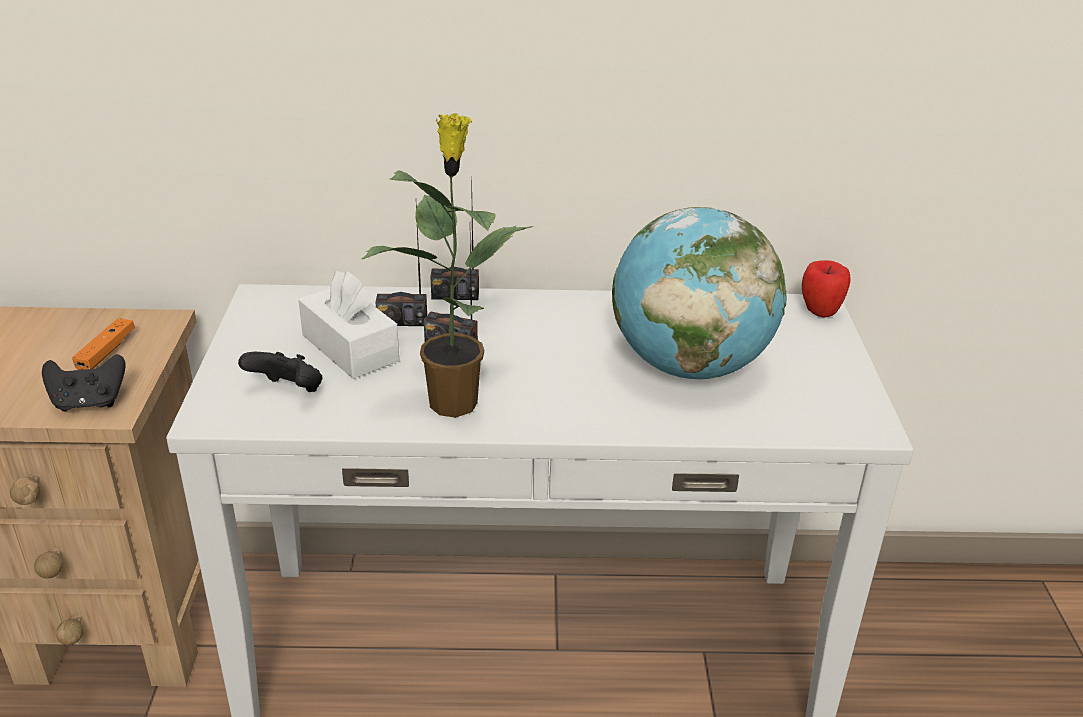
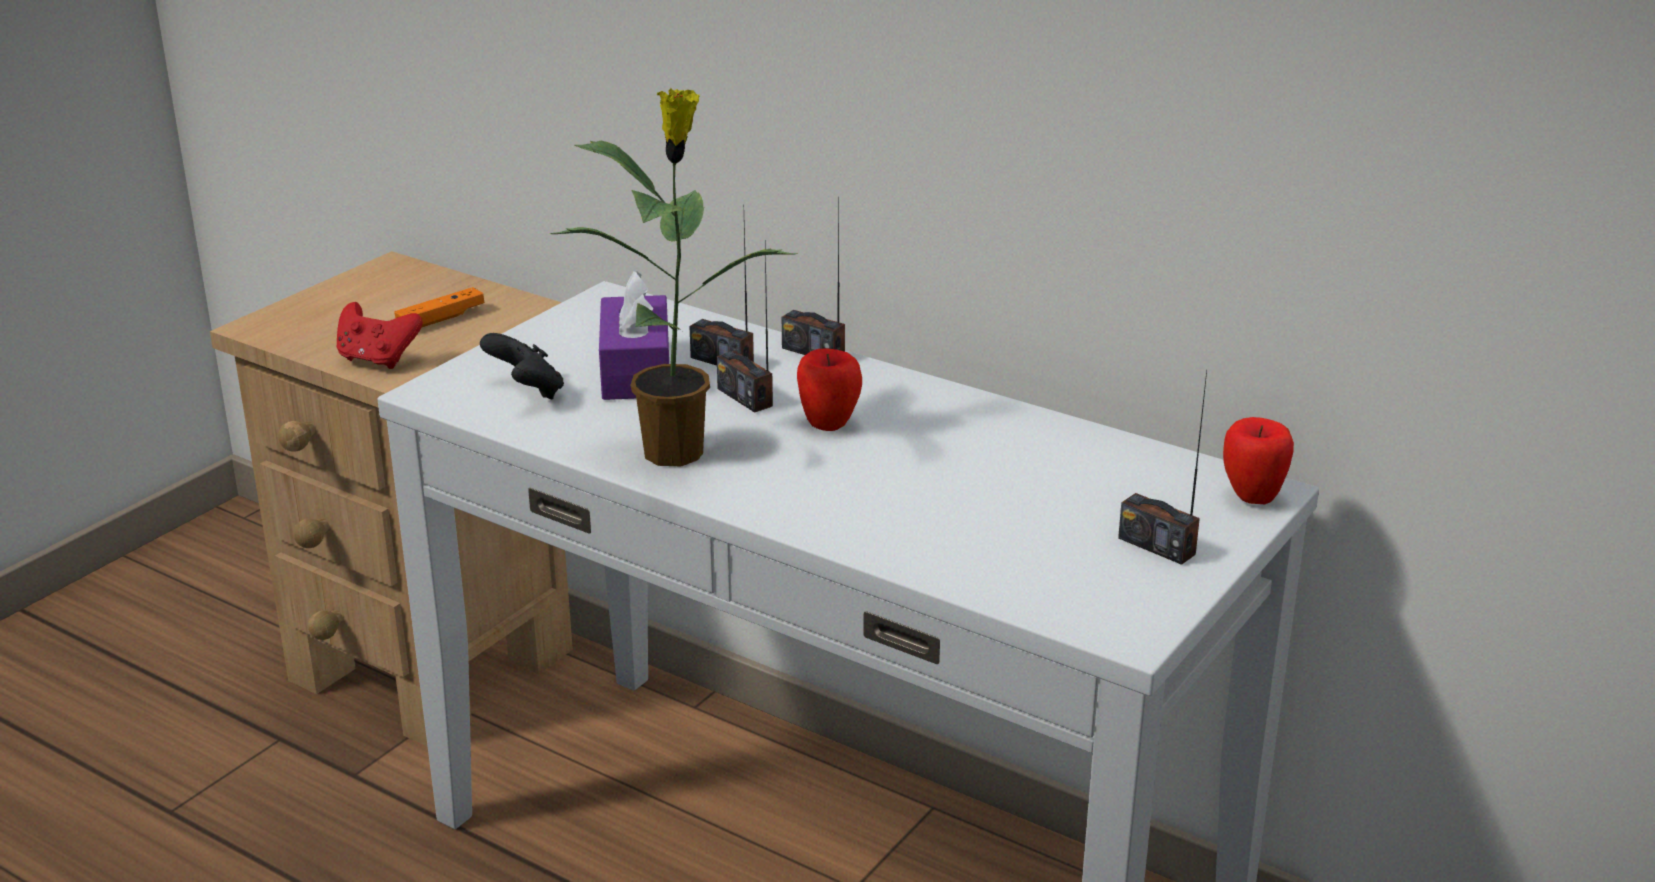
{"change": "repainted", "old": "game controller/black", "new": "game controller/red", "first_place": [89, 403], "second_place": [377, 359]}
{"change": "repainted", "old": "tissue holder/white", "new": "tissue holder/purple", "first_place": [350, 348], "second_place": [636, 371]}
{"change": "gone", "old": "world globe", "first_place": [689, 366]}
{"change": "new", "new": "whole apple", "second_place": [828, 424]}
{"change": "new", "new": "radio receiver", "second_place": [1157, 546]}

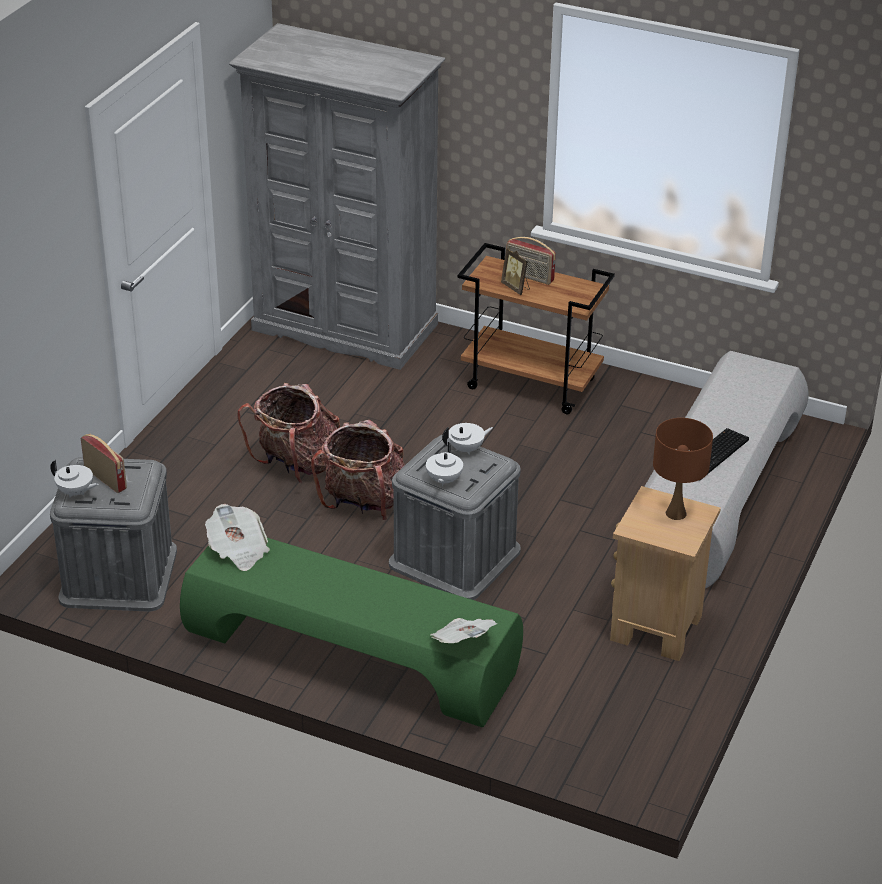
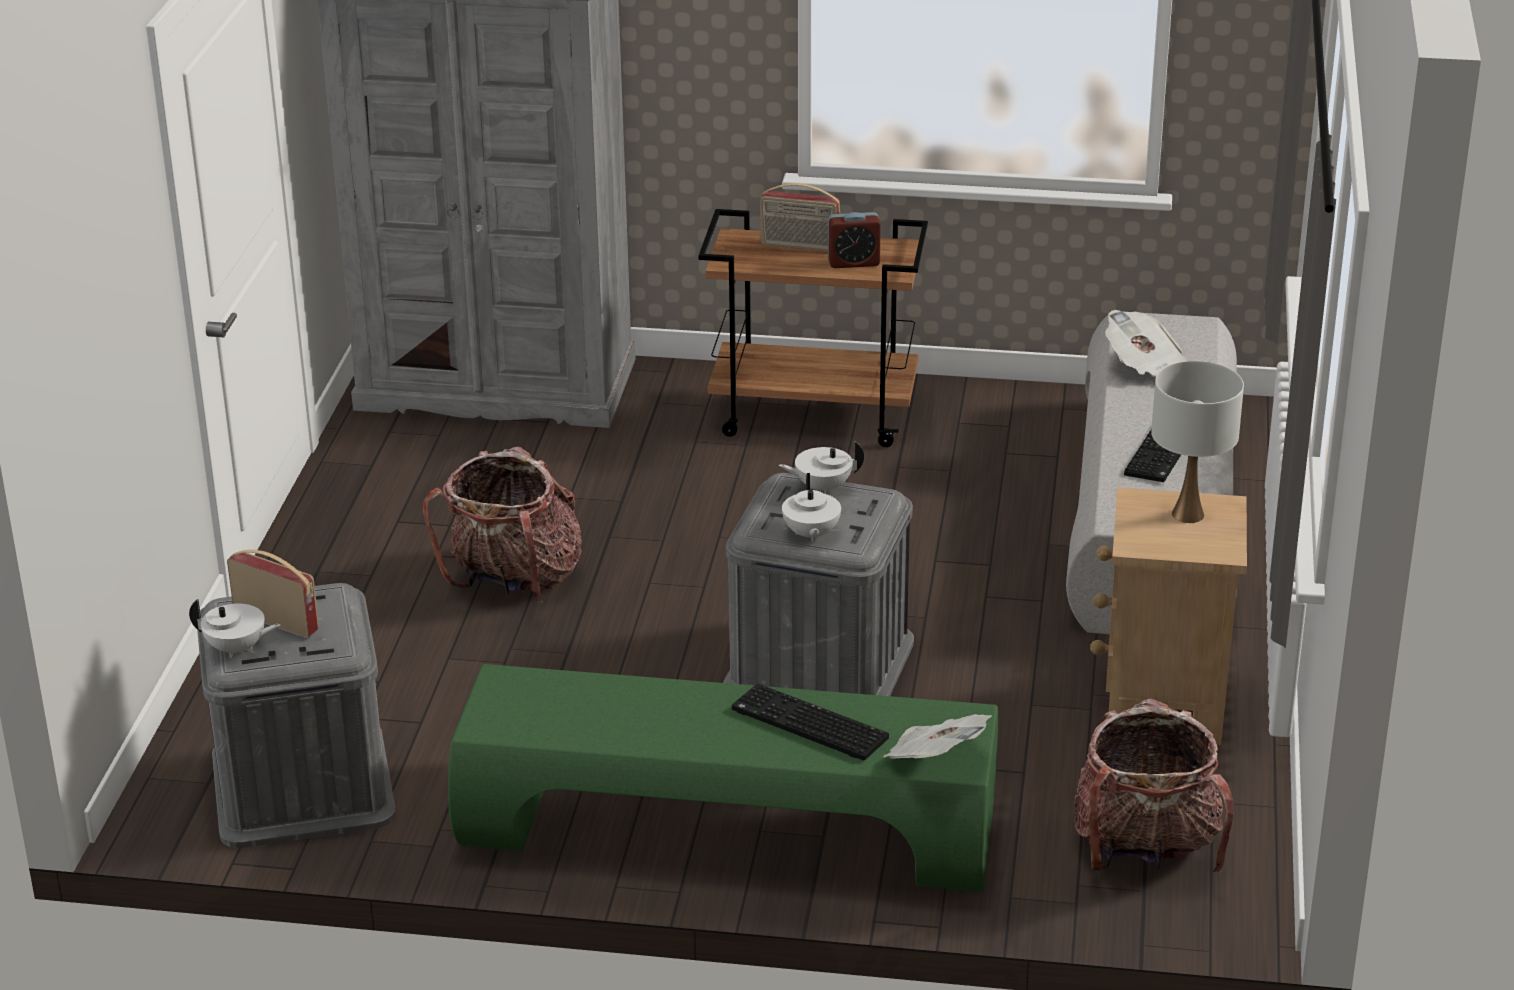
{"change": "shifted", "old": "daily paper", "first_place": [238, 550], "second_place": [1145, 368]}
{"change": "shifted", "old": "knapsack", "first_place": [364, 503], "second_place": [1145, 850]}
{"change": "rotated", "old": "pot for tea/white", "first_place": [466, 449], "second_place": [822, 487], "degrees": -150}
{"change": "gone", "old": "standing frame", "first_place": [516, 288]}
{"change": "repainted", "old": "table lamp/brown", "new": "table lamp/white", "first_place": [675, 513], "second_place": [1187, 514]}
{"change": "new", "new": "PC keyboard", "second_place": [806, 725]}
{"change": "new", "new": "bedside clock", "second_place": [853, 262]}

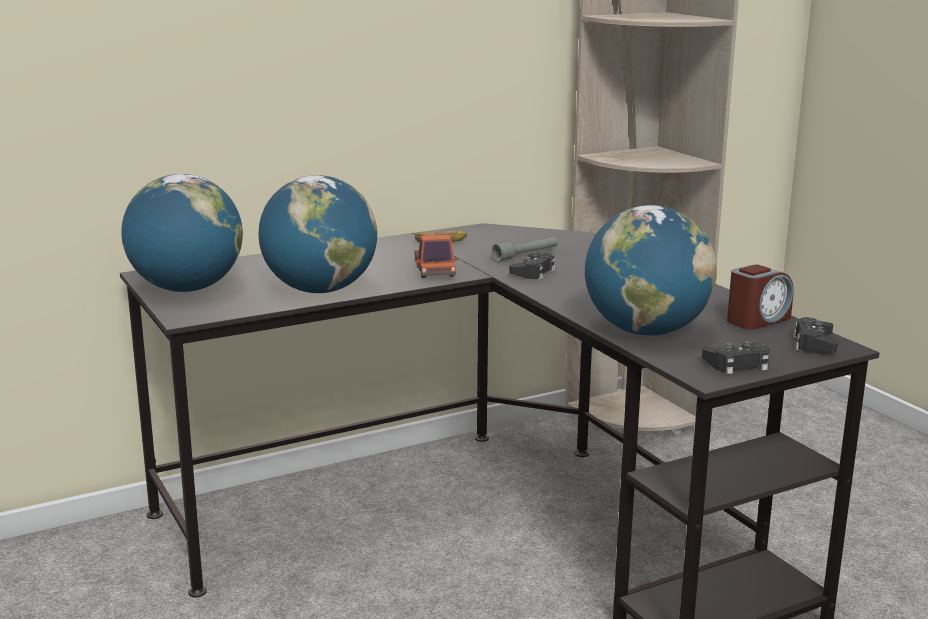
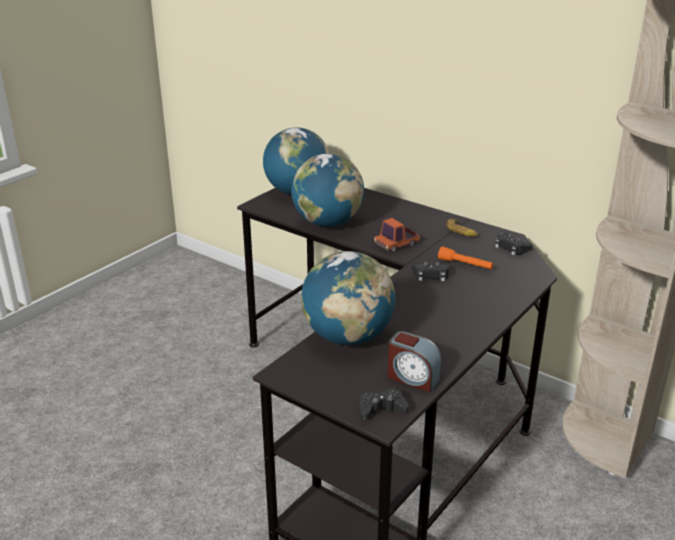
{"change": "repainted", "old": "hand torch/greyish", "new": "hand torch/orangey", "first_place": [526, 255], "second_place": [465, 265]}
{"change": "shifted", "old": "game controller/black", "first_place": [738, 364], "second_place": [511, 248]}

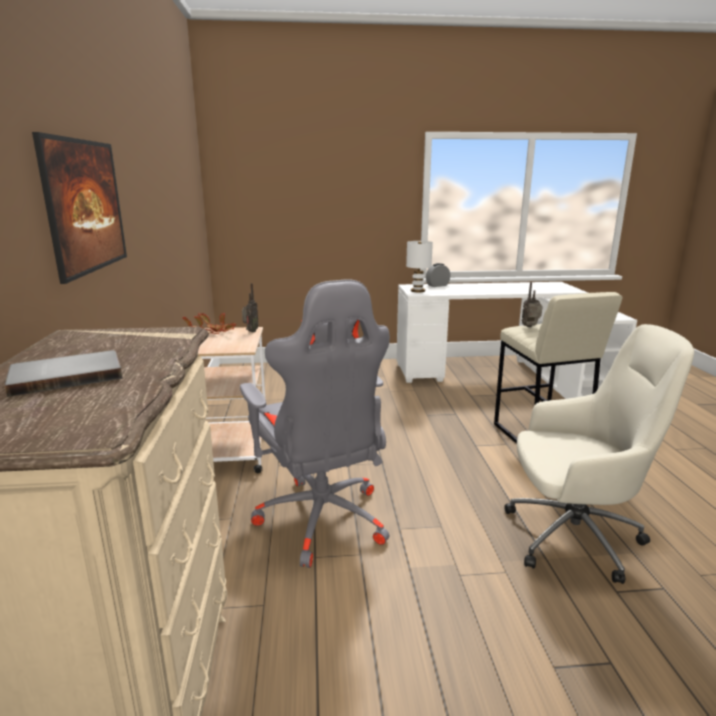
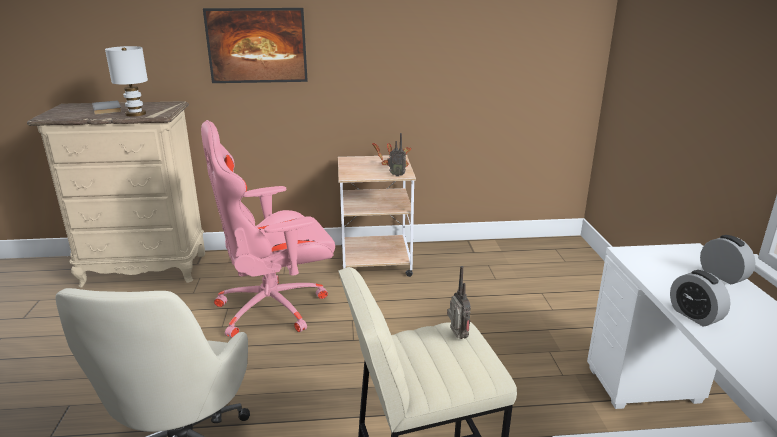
{"change": "repainted", "old": "office chair/greyish", "new": "office chair/pinkish", "first_place": [318, 512], "second_place": [279, 307]}
{"change": "shifted", "old": "table lamp/white", "first_place": [418, 290], "second_place": [136, 114]}
{"change": "new", "new": "bedside clock", "second_place": [694, 315]}

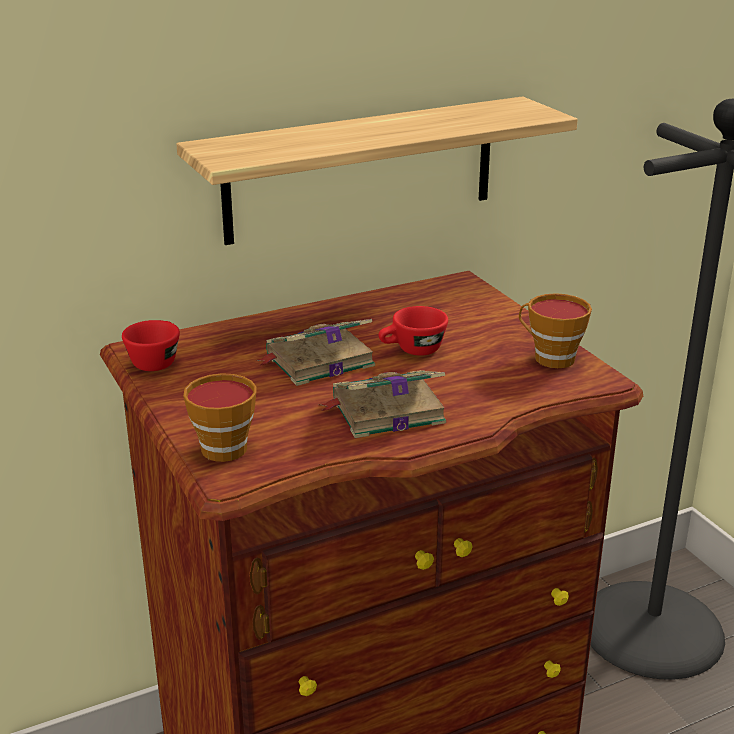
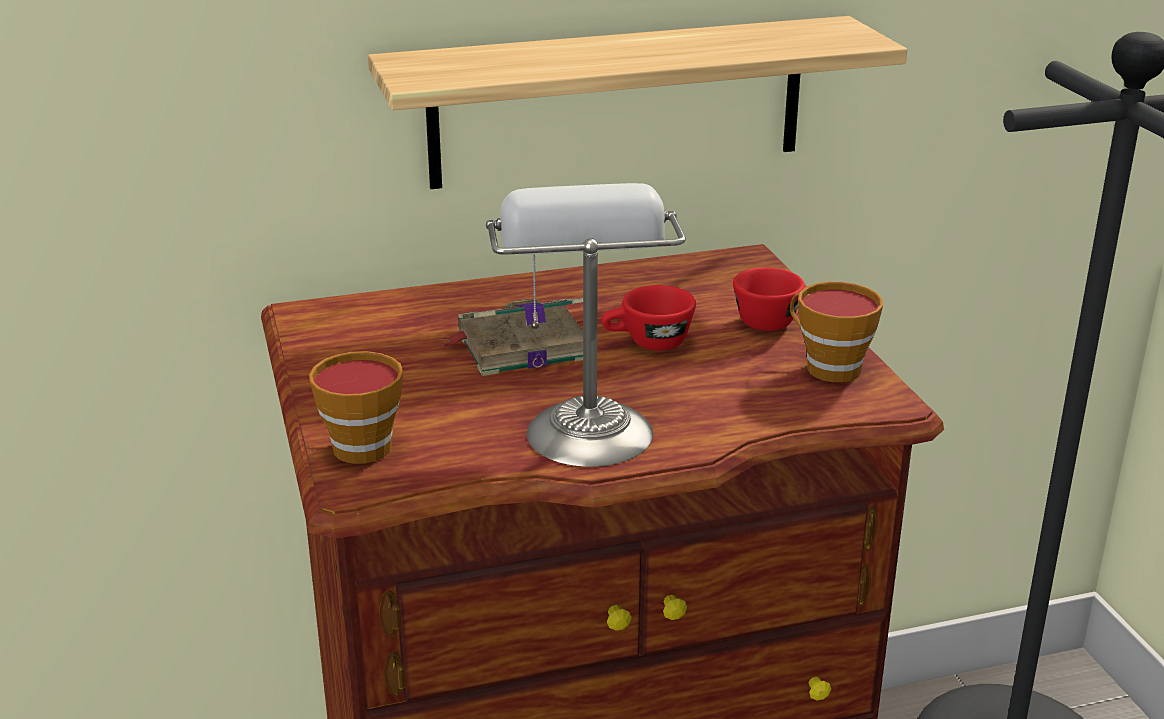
{"change": "shifted", "old": "small cup/red", "first_place": [156, 360], "second_place": [767, 318]}
{"change": "swapped", "old": "volume", "new": "table lamp/white", "first_place": [385, 411], "second_place": [582, 419]}

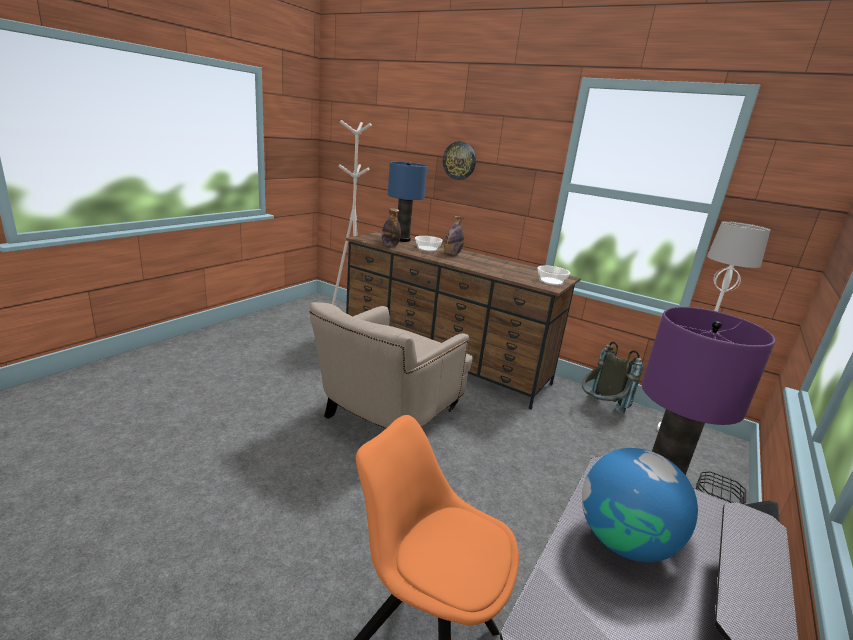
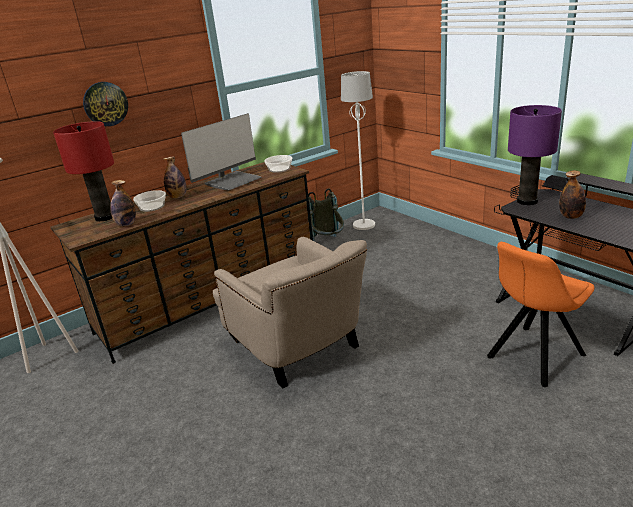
{"change": "repainted", "old": "table lamp/blue-coloured", "new": "table lamp/red", "first_place": [402, 240], "second_place": [105, 217]}
{"change": "swapped", "old": "world globe", "new": "drink bottle", "first_place": [624, 541], "second_place": [571, 216]}
{"change": "new", "new": "monitor", "second_place": [232, 181]}

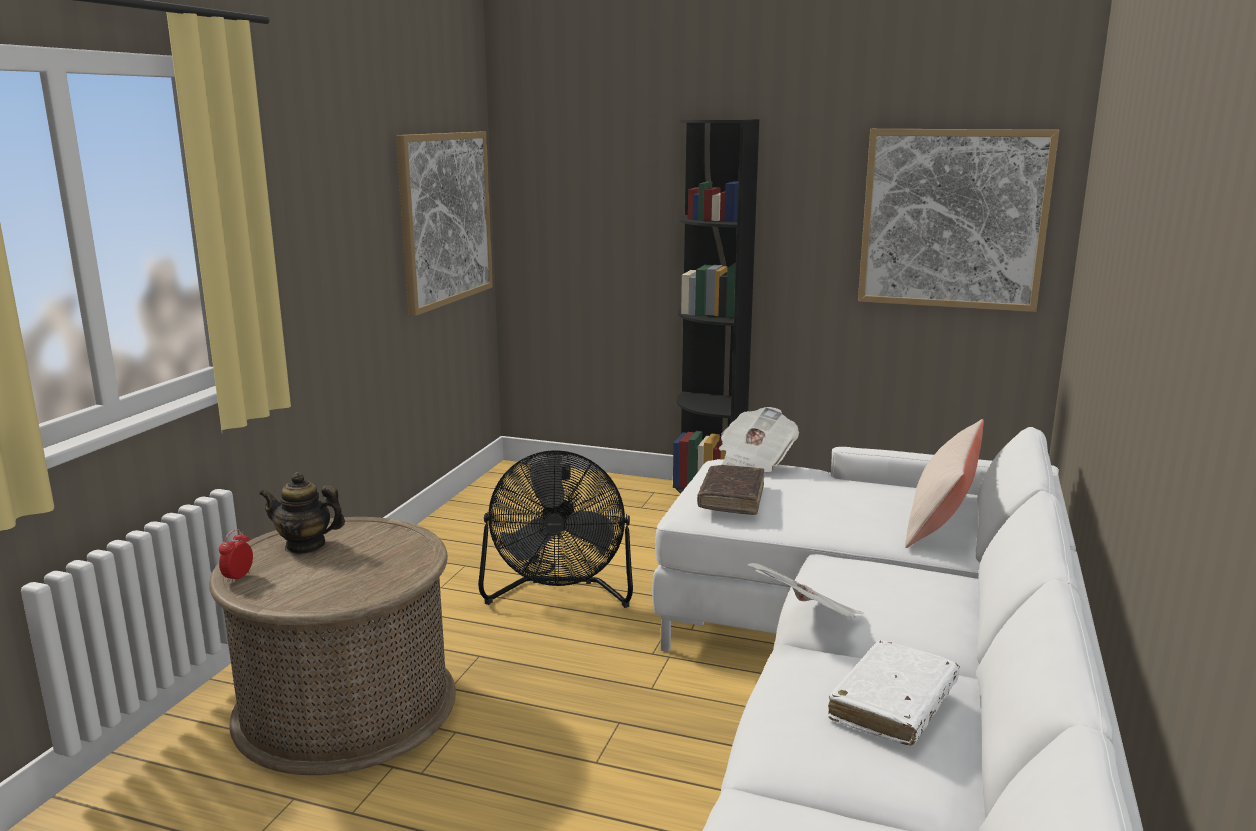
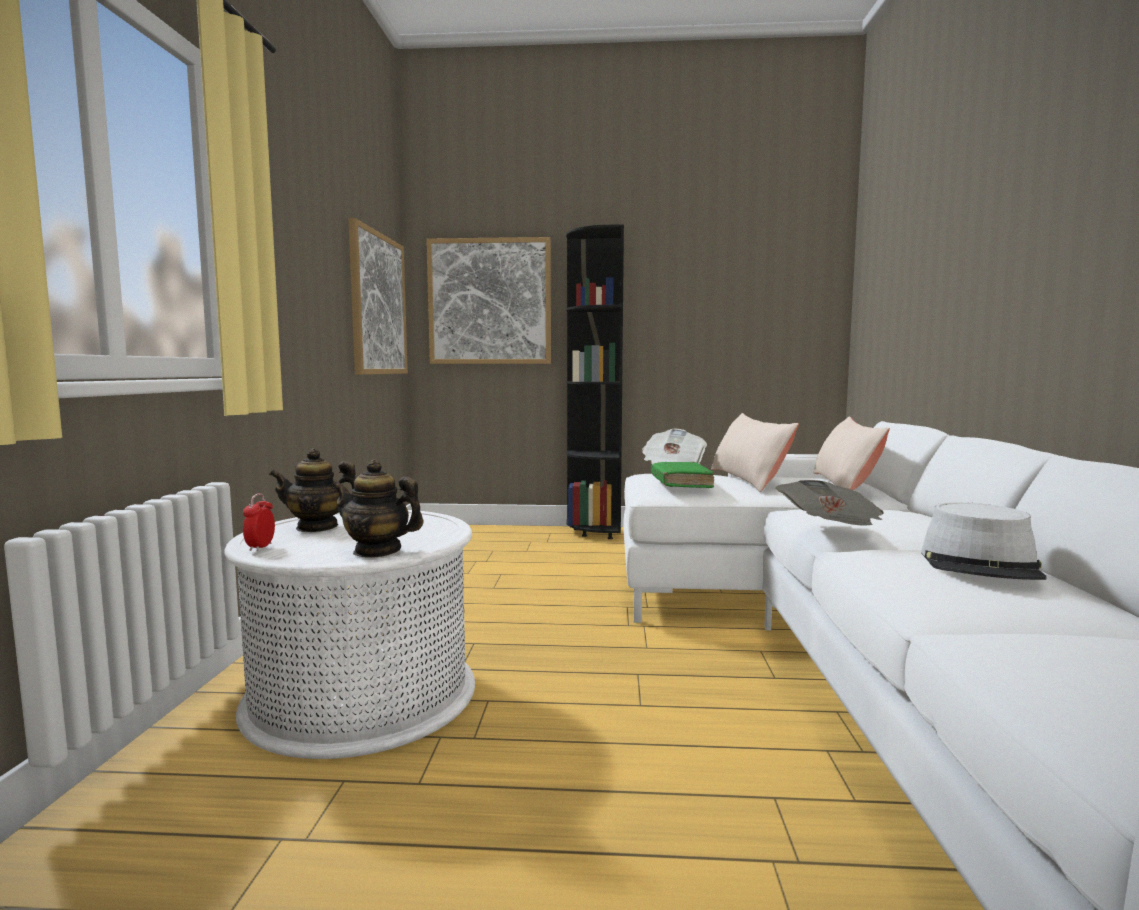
{"change": "repainted", "old": "coffee table/brown", "new": "coffee table/white", "first_place": [346, 706], "second_place": [361, 695]}
{"change": "gone", "old": "electric fan/black", "first_place": [554, 591]}
{"change": "repainted", "old": "volume/brown", "new": "volume/green-coloured", "first_place": [731, 498], "second_place": [681, 483]}
{"change": "swapped", "old": "volume/white", "new": "hat/greyish", "first_place": [893, 704], "second_place": [981, 564]}
{"change": "shifted", "old": "picture", "first_place": [953, 219], "second_place": [489, 302]}
{"change": "new", "new": "pot for tea", "second_place": [377, 551]}
{"change": "new", "new": "cushion/sand-coloured", "second_place": [749, 479]}

